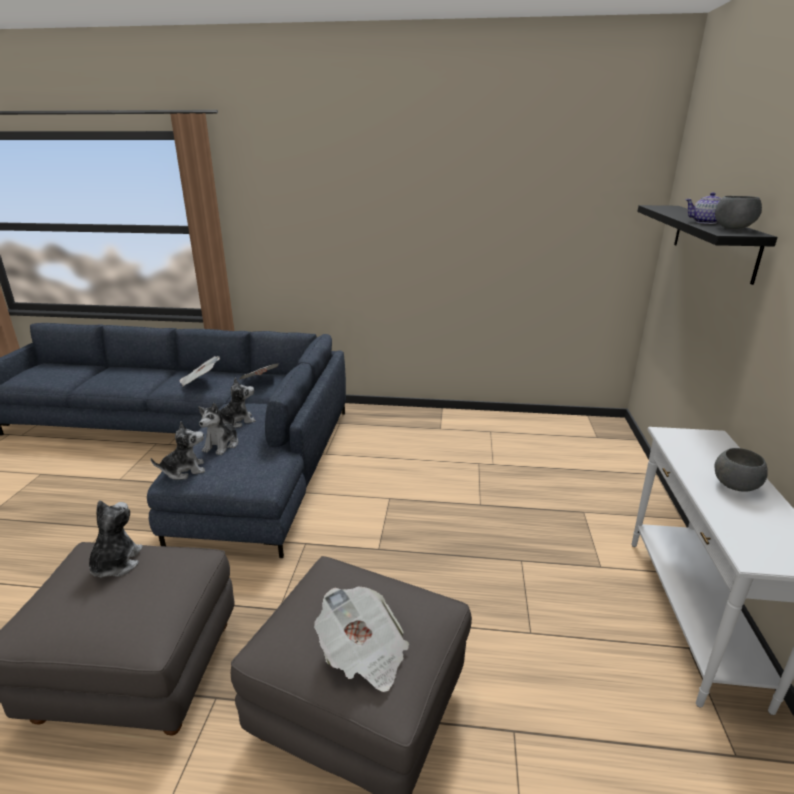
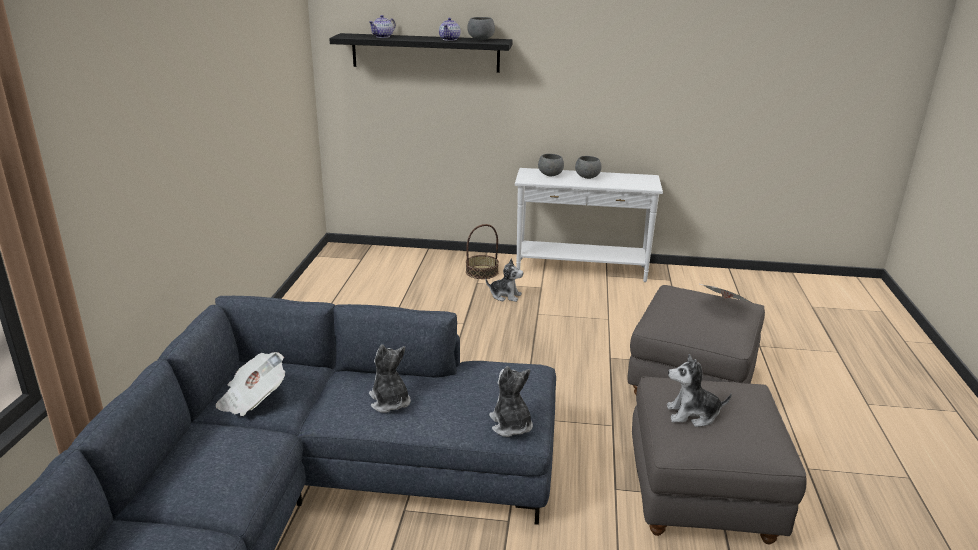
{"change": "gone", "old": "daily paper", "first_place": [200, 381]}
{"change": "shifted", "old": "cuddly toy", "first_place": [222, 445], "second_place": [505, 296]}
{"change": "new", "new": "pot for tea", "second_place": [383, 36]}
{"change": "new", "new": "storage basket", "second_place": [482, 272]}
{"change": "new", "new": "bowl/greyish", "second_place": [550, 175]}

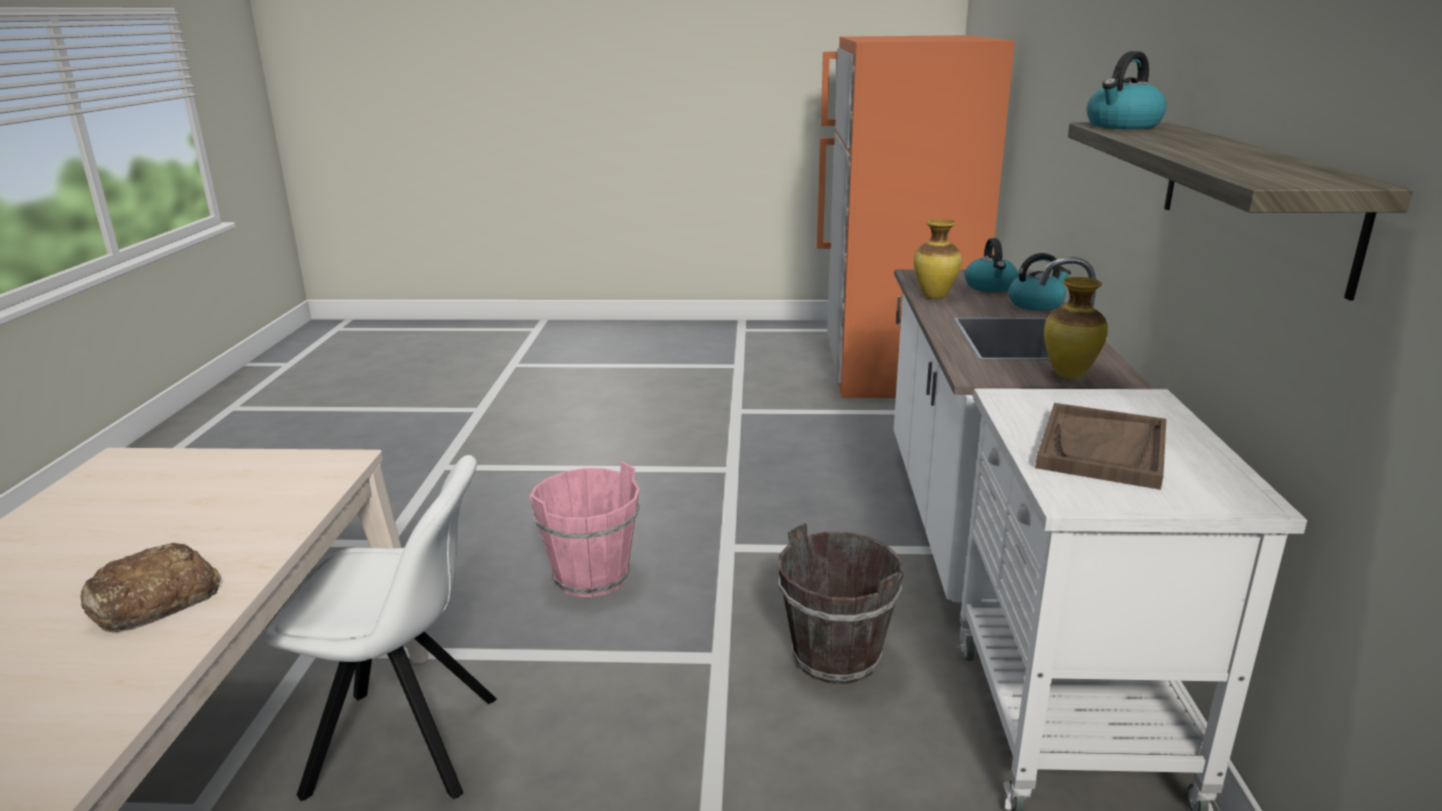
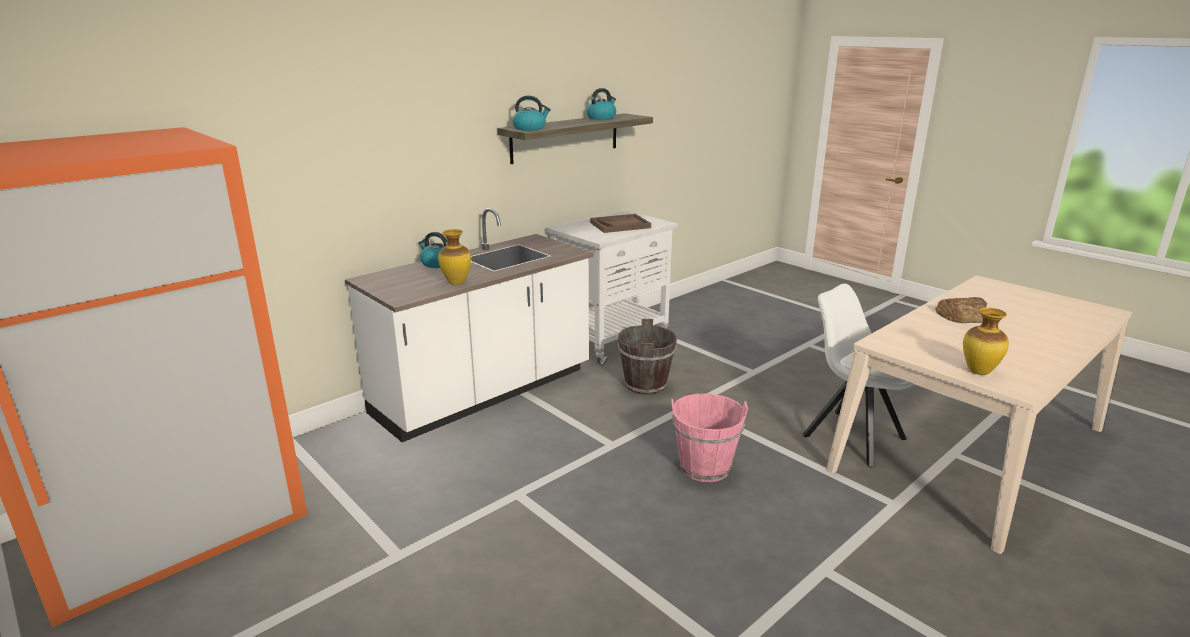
{"change": "shifted", "old": "tea kettle", "first_place": [990, 287], "second_place": [601, 118]}
{"change": "shifted", "old": "vase", "first_place": [1068, 375], "second_place": [979, 372]}

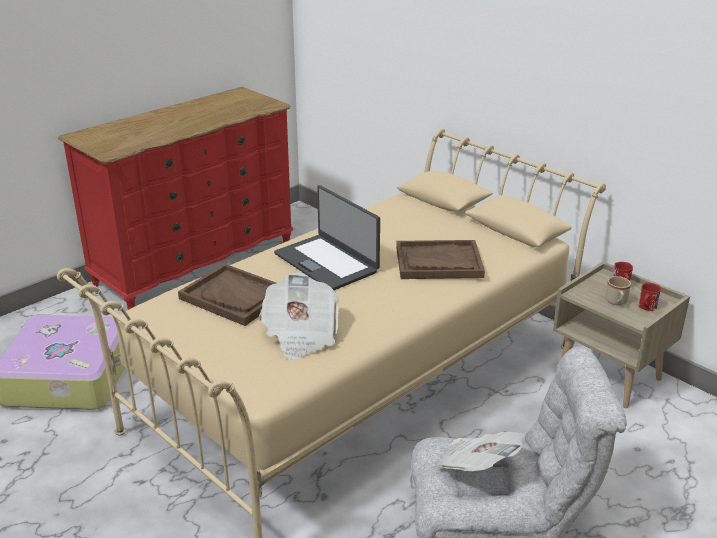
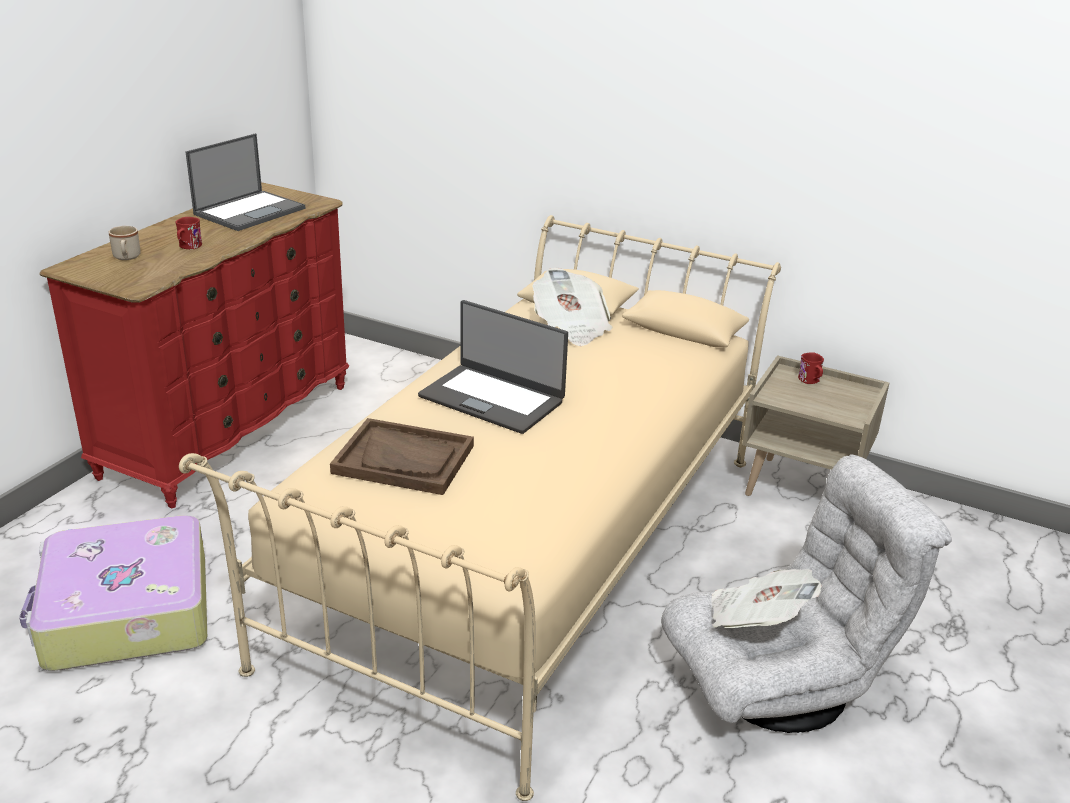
{"change": "shifted", "old": "daily paper", "first_place": [300, 335], "second_place": [571, 327]}
{"change": "gone", "old": "carrying tray/brown", "first_place": [438, 262]}
{"change": "shifted", "old": "coffee mug/sand-coloured", "first_place": [616, 302], "second_place": [126, 257]}
{"change": "shifted", "old": "coffee mug/red", "first_place": [646, 308], "second_place": [188, 247]}
{"change": "new", "new": "laptop", "second_place": [250, 211]}

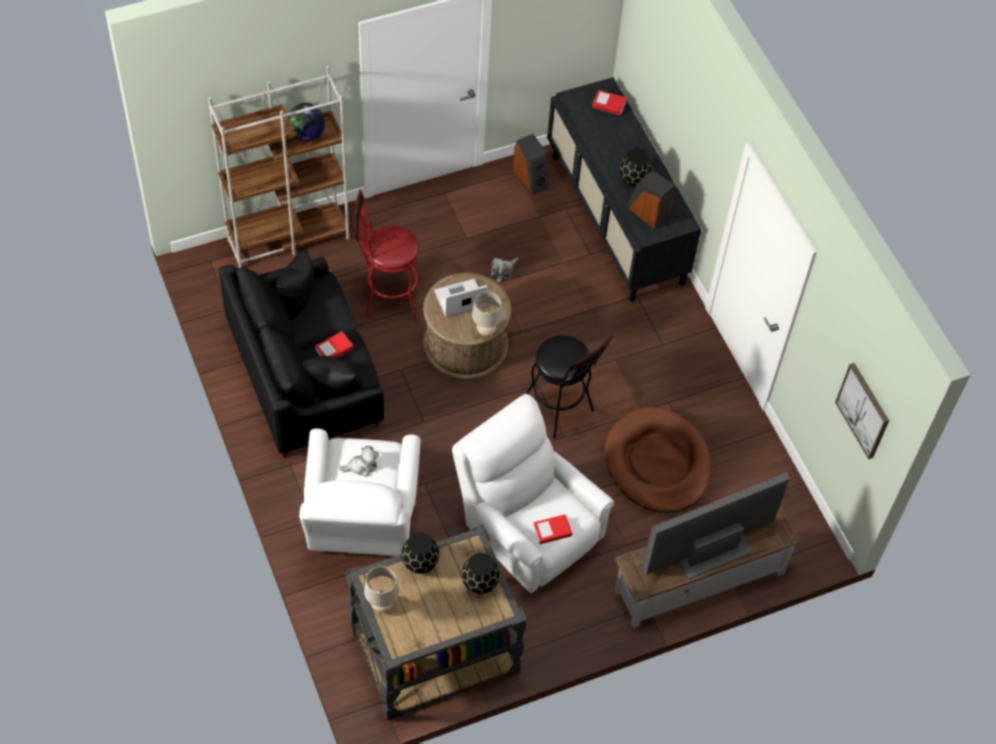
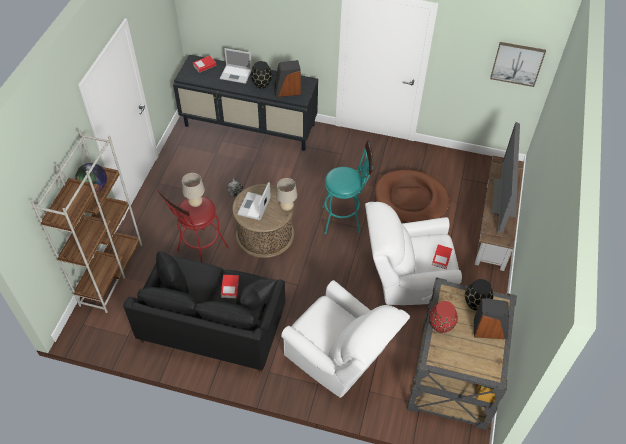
{"change": "gone", "old": "cuddly toy", "first_place": [361, 466]}
{"change": "shifted", "old": "table lamp/sand-coloured", "first_place": [381, 605], "second_place": [195, 204]}
{"change": "repainted", "old": "vase/black", "new": "vase/red", "first_place": [419, 563], "second_place": [440, 325]}
{"change": "shifted", "old": "speaker", "first_place": [531, 178], "second_place": [490, 329]}
{"change": "repainted", "old": "sitting stool/black", "new": "sitting stool/turquoise", "first_place": [561, 411], "second_place": [345, 219]}
{"change": "new", "new": "laptop", "second_place": [236, 74]}

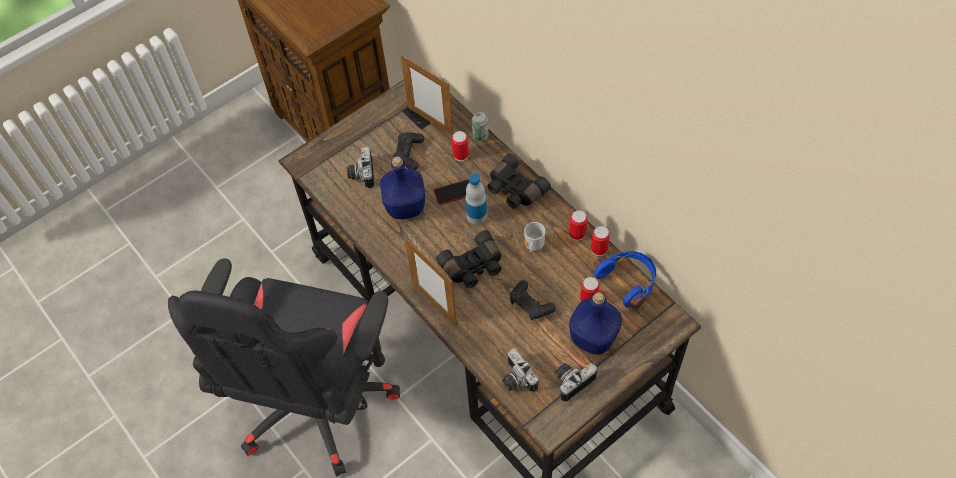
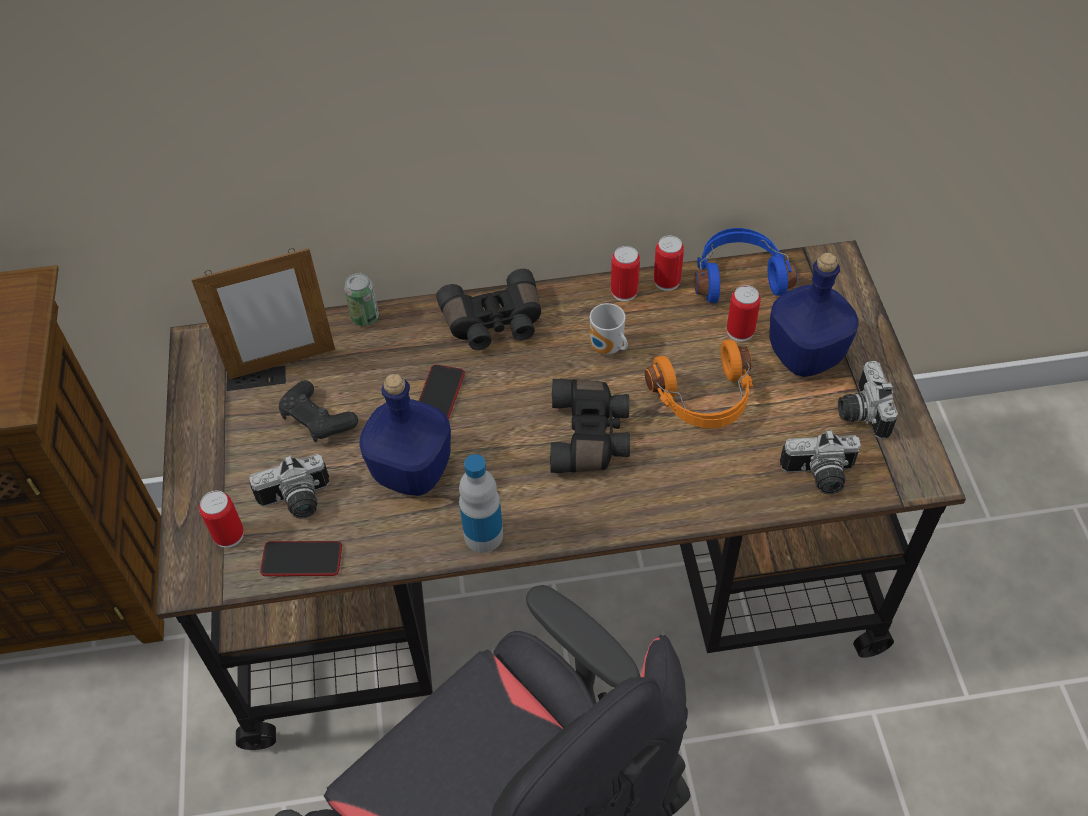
{"change": "rotated", "old": "photo camera", "first_place": [361, 174], "second_place": [297, 502], "degrees": -45}
{"change": "gone", "old": "standing frame", "first_place": [434, 303]}
{"change": "shifted", "old": "can", "first_place": [461, 155], "second_place": [229, 535]}
{"change": "shifted", "old": "drink bottle", "first_place": [477, 216], "second_place": [483, 535]}
{"change": "swapped", "old": "game controller/black", "new": "pair of headphones/orangey", "first_place": [530, 304], "second_place": [704, 399]}
{"change": "new", "new": "handset", "second_place": [301, 559]}

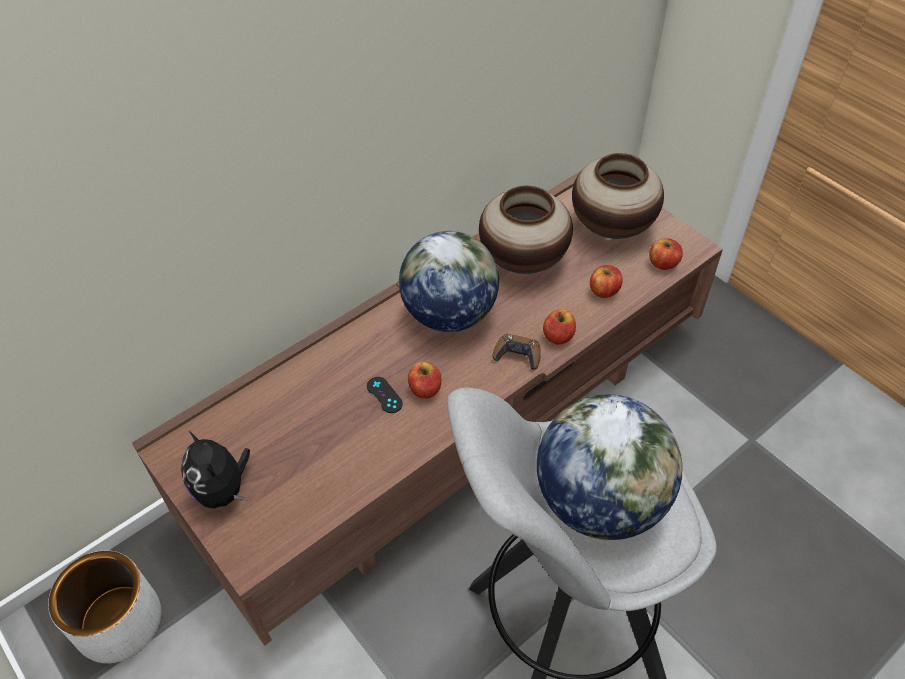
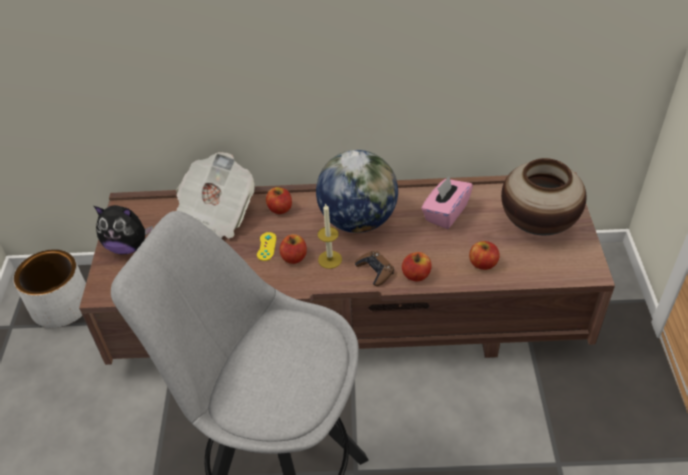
{"change": "rotated", "old": "cuddly toy", "first_place": [223, 490], "second_place": [128, 246], "degrees": -90}
{"change": "repainted", "old": "game controller/black", "new": "game controller/yellow", "first_place": [384, 395], "second_place": [266, 246]}
{"change": "swapped", "old": "vase", "new": "tissue holder/pinkish", "first_place": [523, 260], "second_place": [445, 213]}
{"change": "gone", "old": "world globe", "first_place": [600, 500]}
{"change": "shifted", "old": "whole apple", "first_place": [663, 263], "second_place": [280, 209]}
{"change": "new", "new": "daily paper", "second_place": [215, 216]}
{"change": "new", "new": "wax candle", "second_place": [330, 259]}

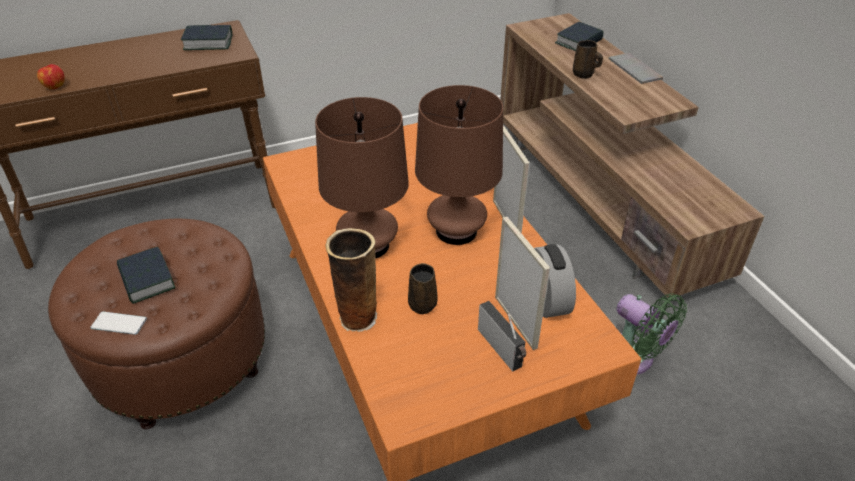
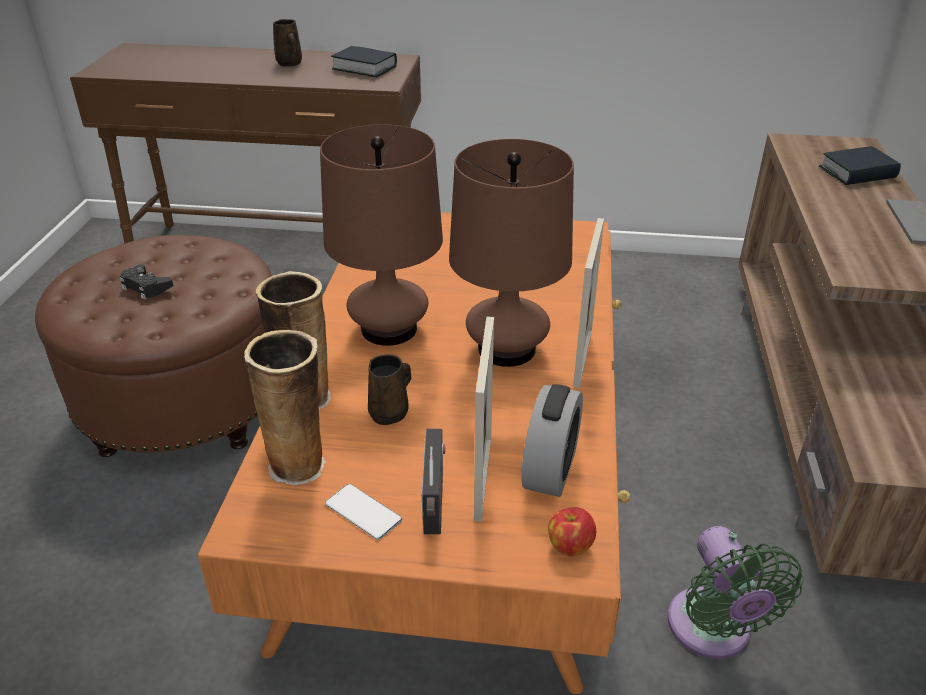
{"change": "shifted", "old": "whole apple", "first_place": [54, 86], "second_place": [569, 546]}
{"change": "shifted", "old": "handset", "first_place": [119, 323], "second_place": [363, 512]}
{"change": "swapped", "old": "volume", "new": "game controller/black", "first_place": [147, 280], "second_place": [146, 287]}
{"change": "shifted", "old": "coffee mug/brown", "first_place": [584, 75], "second_place": [290, 64]}
{"change": "new", "new": "vase", "second_place": [299, 464]}

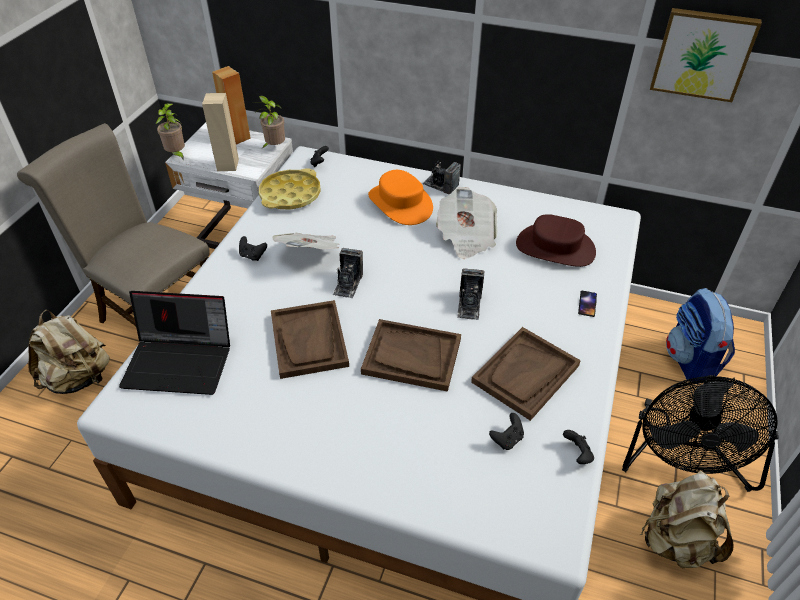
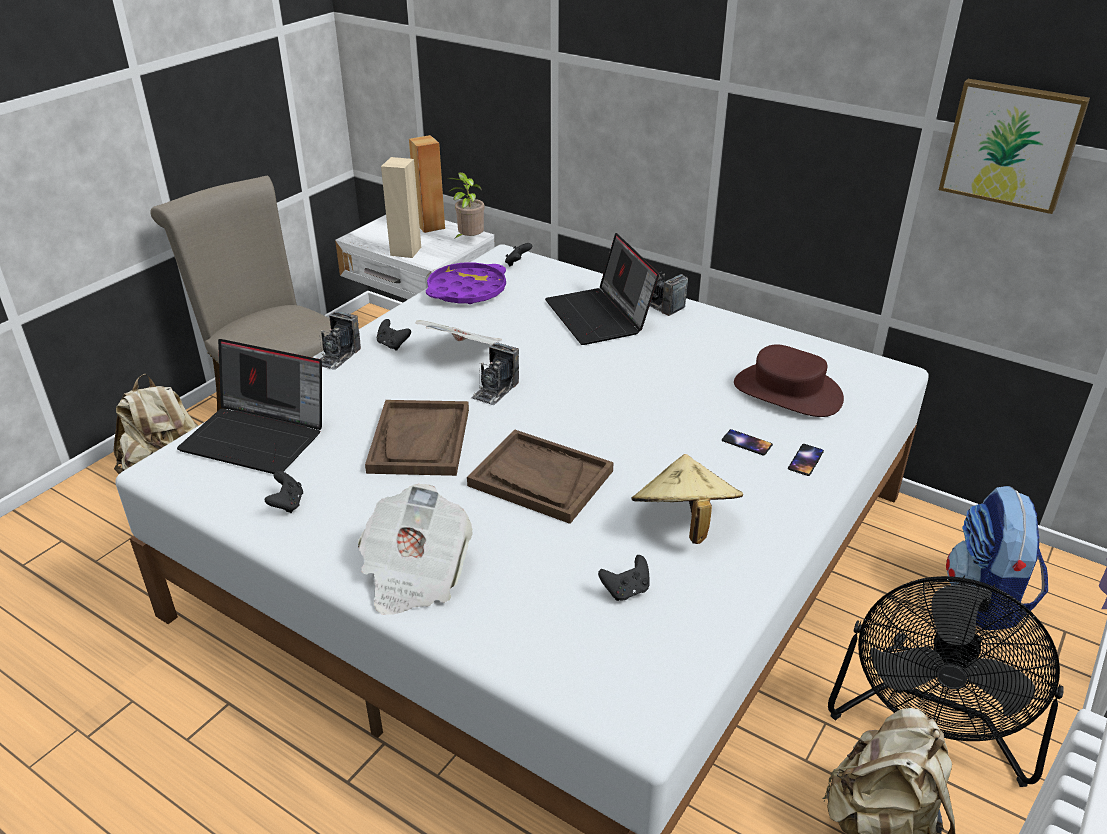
{"change": "gone", "old": "houseplant", "first_place": [177, 155]}
{"change": "repainted", "old": "carrying tray/yellow", "new": "carrying tray/purple", "first_place": [290, 195], "second_place": [467, 290]}
{"change": "swapped", "old": "hat/orangey", "new": "laptop", "first_place": [400, 203], "second_place": [600, 317]}
{"change": "shifted", "old": "daily paper", "first_place": [466, 237], "second_place": [414, 574]}
{"change": "shifted", "old": "photo camera", "first_place": [469, 305], "second_place": [338, 356]}
{"change": "swapped", "old": "carrying tray/brown", "new": "hat/sand-coloured", "first_place": [525, 374], "second_place": [684, 523]}
{"change": "shifted", "old": "game controller/black", "first_place": [577, 454], "second_place": [287, 504]}
{"change": "new", "new": "handset", "second_place": [746, 443]}

